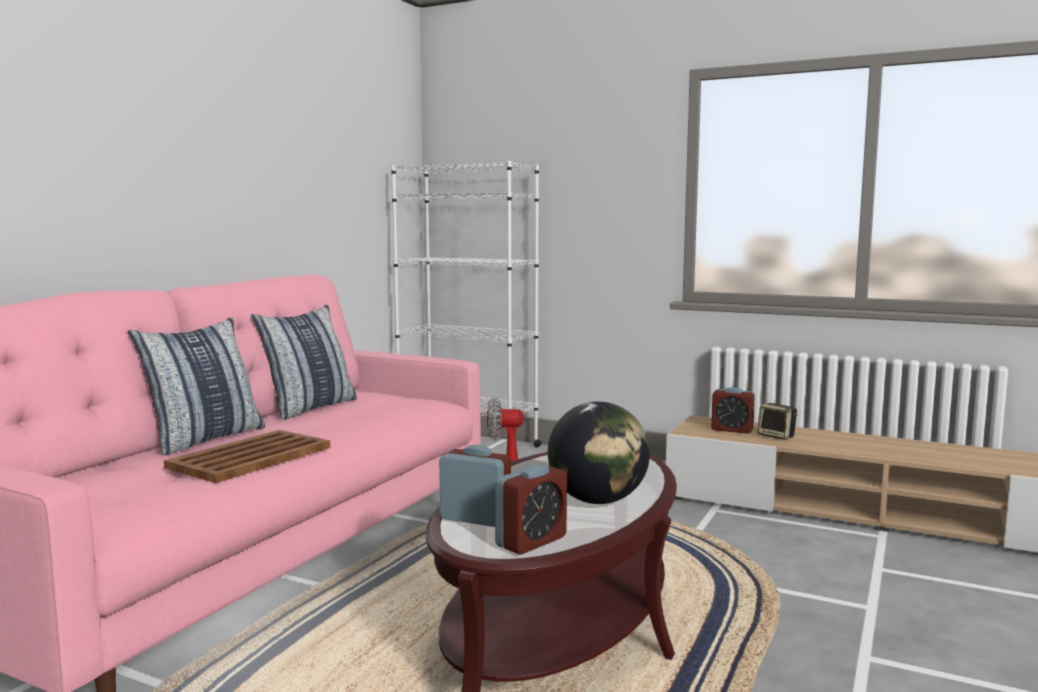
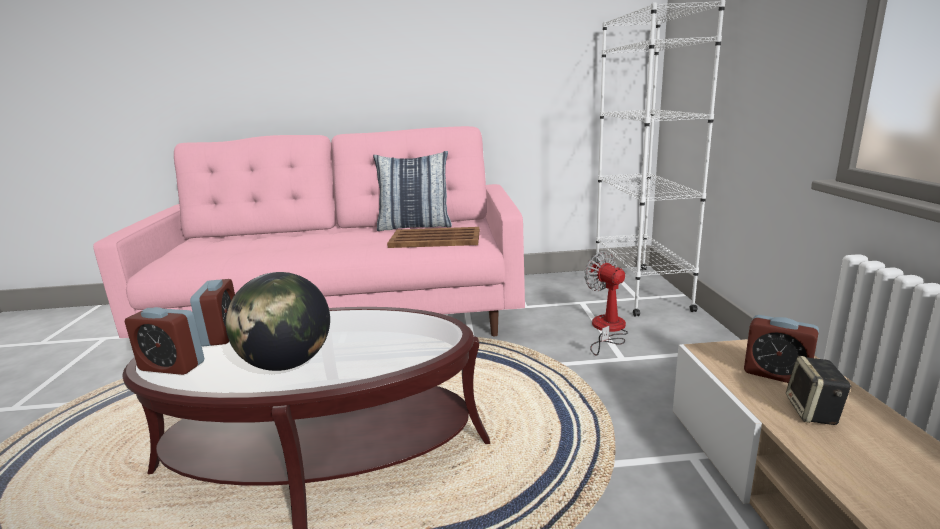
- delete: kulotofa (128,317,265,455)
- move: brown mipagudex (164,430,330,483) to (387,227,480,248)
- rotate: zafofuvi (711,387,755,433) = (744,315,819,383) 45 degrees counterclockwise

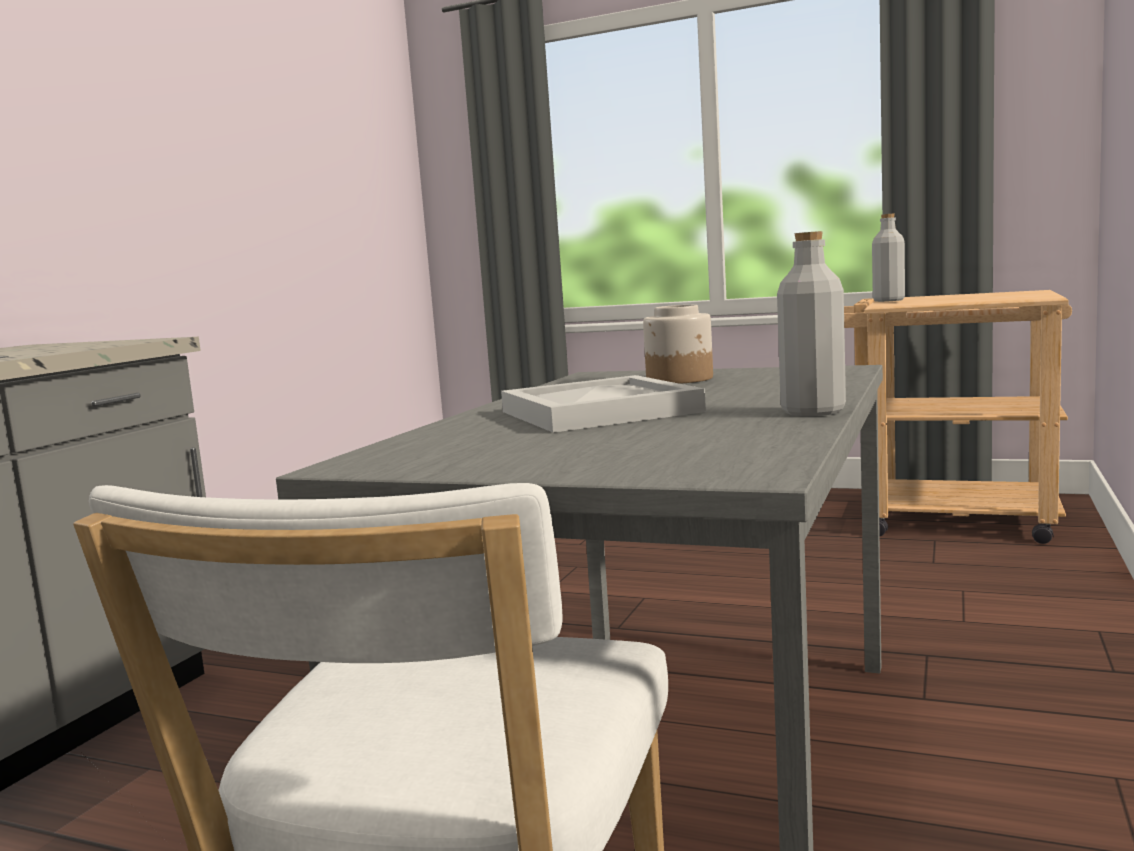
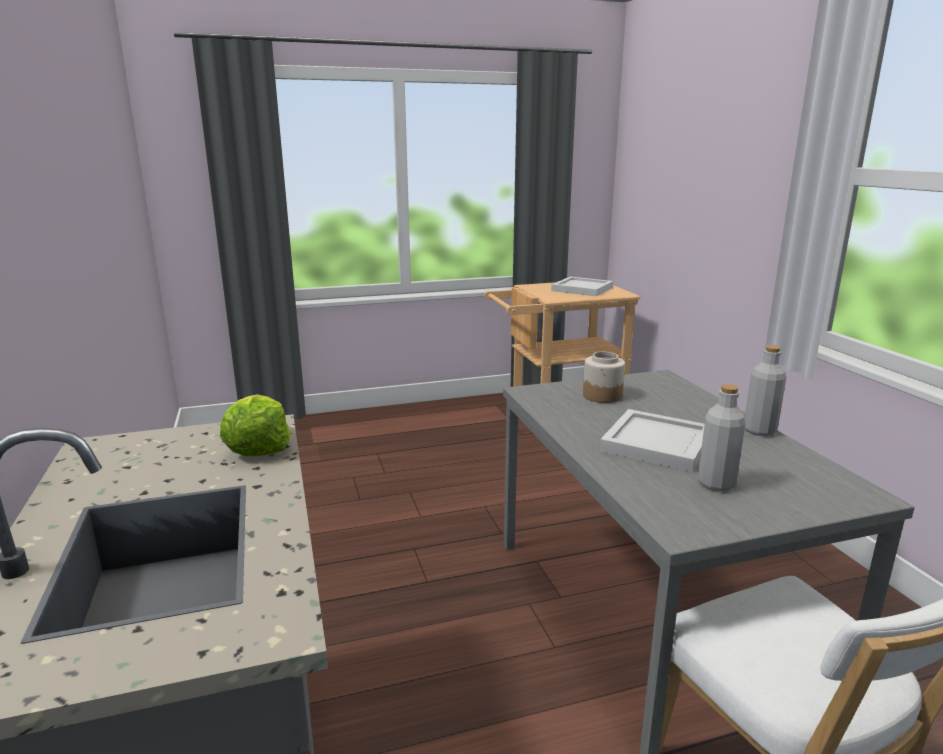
- insert: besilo (220,394,290,456)
- insert: white mipagudex (551,277,613,296)
- move: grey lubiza (872,214,905,302) to (698,384,745,492)

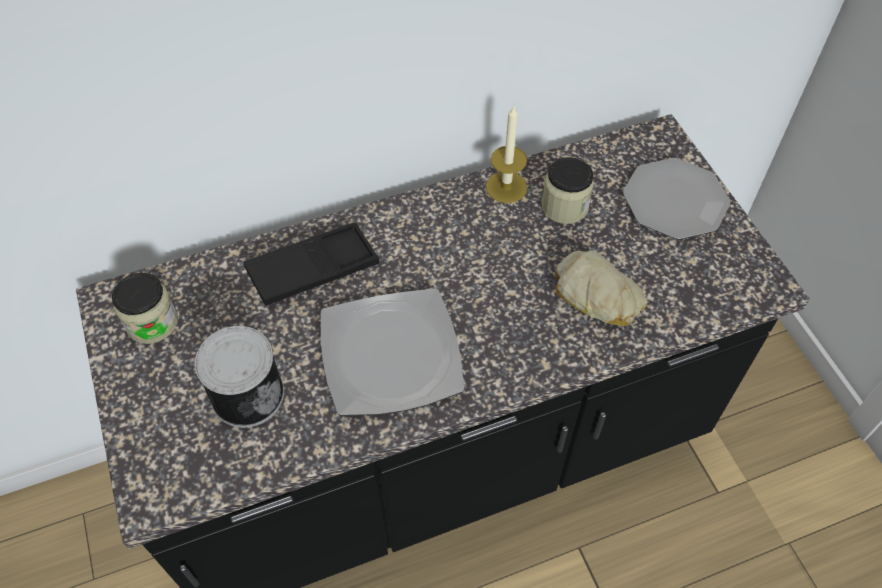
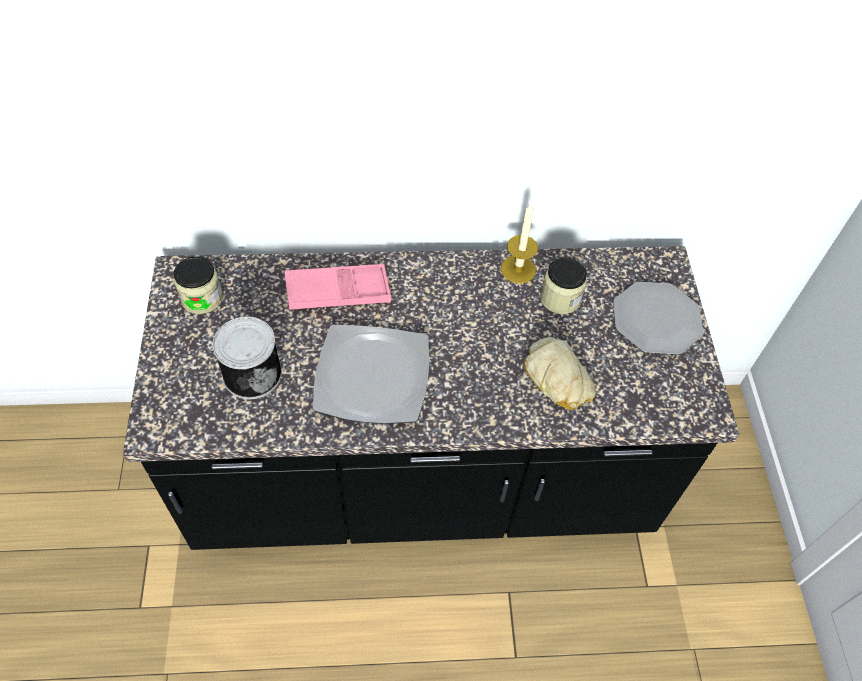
- recolor: black mipagudex (243,222,379,306) to pink mipagudex (284,264,392,310)

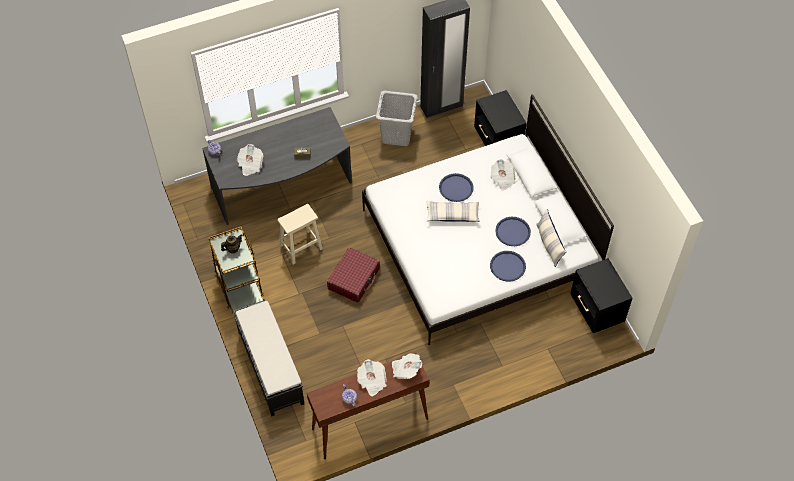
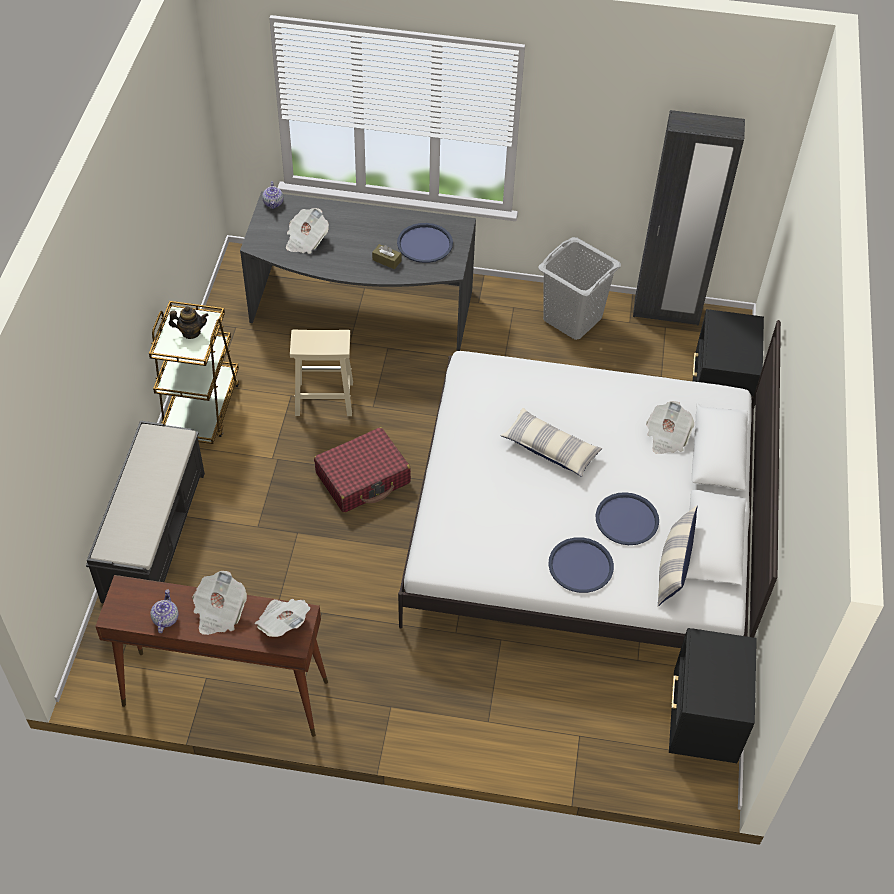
- move: blue mipagudex (439,173,473,202) to (397,223,453,263)

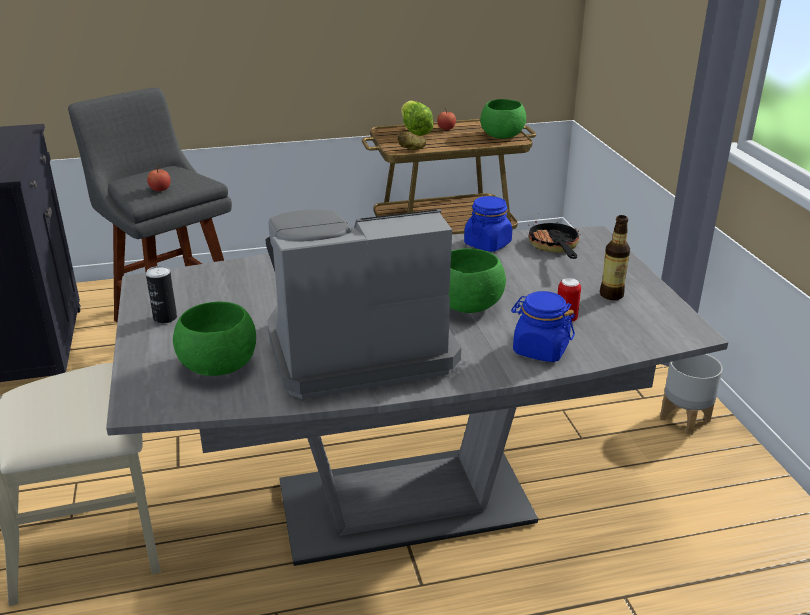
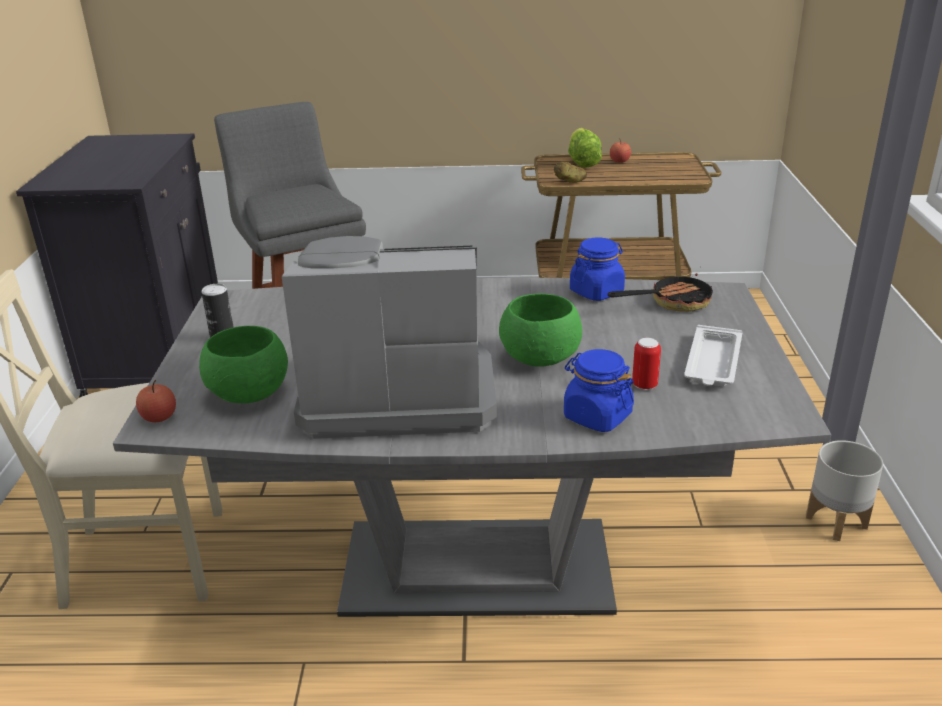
- delete: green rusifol (480,99,526,139)
- move: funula (147,166,171,191) to (136,380,176,422)
- replace: lubiza (600,215,630,300) to white mipagudex (684,325,742,386)
- rotate: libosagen (528,221,579,259) = (608,271,713,312) 60 degrees clockwise

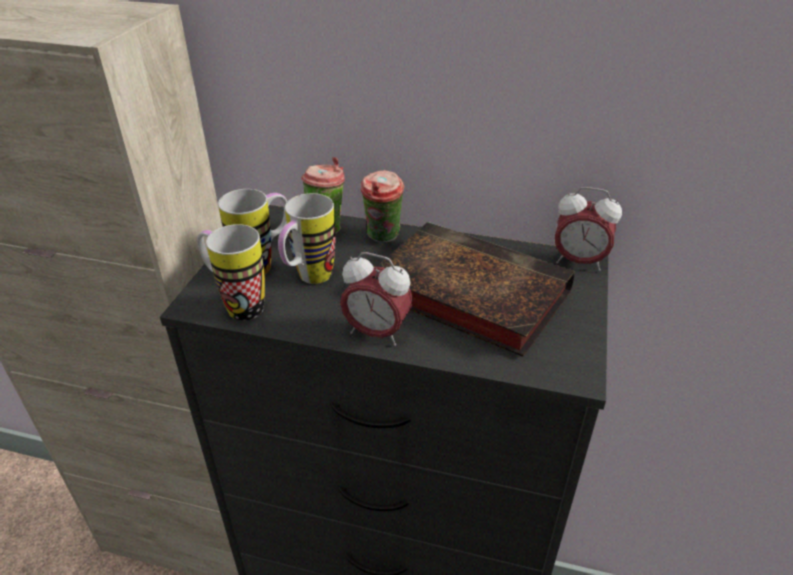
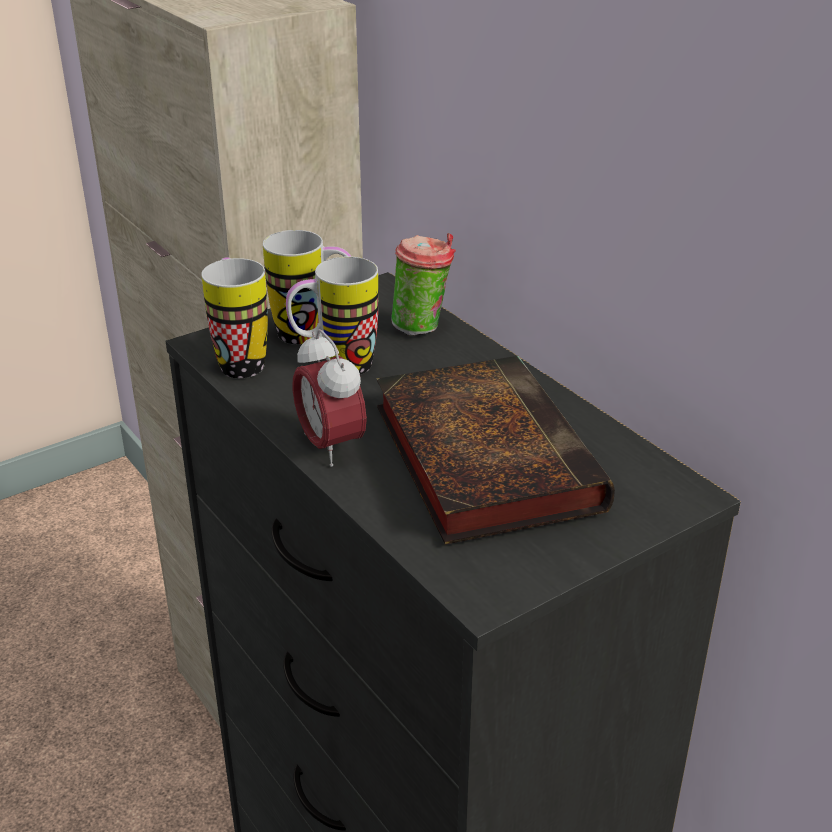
- delete: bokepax (360,170,405,243)
- delete: zafofuvi (555,187,622,271)

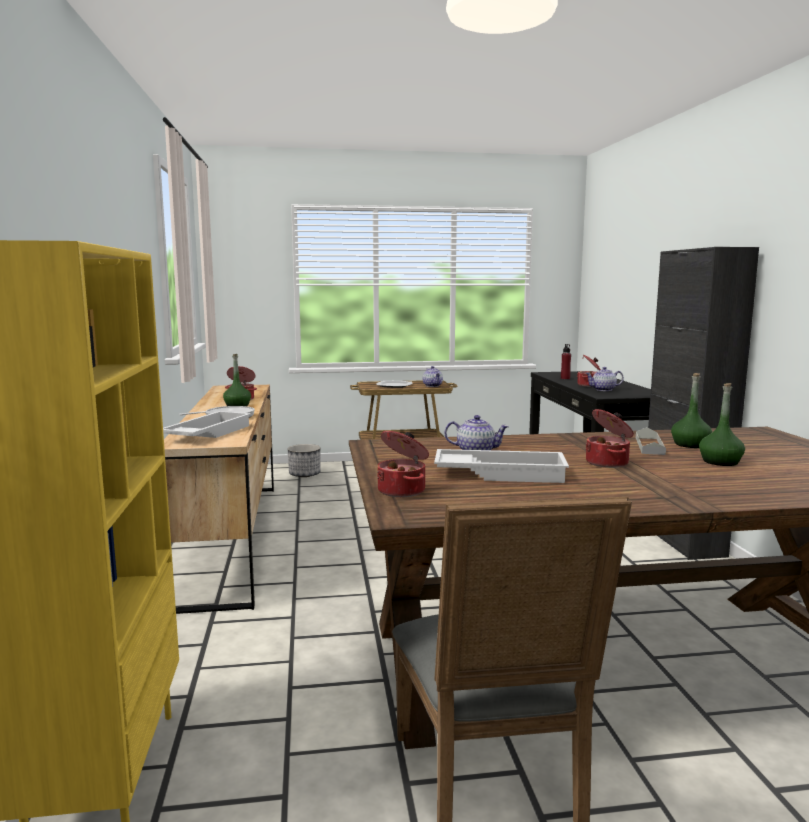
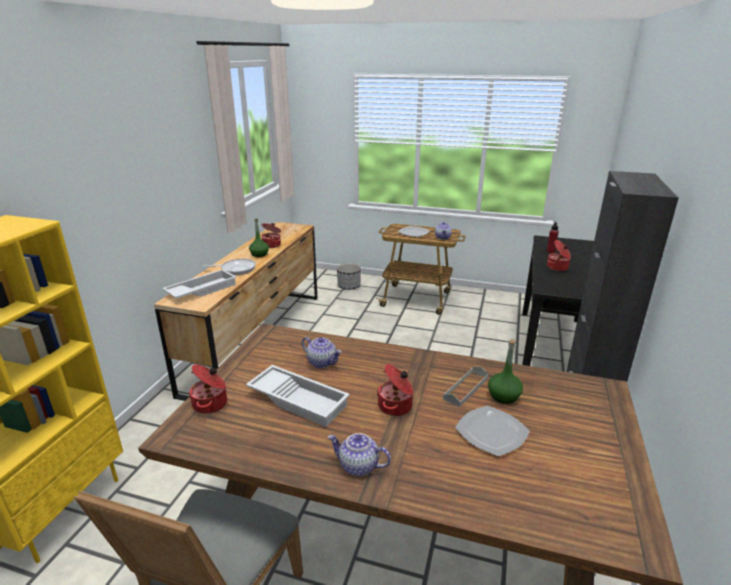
- move: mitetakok (585,367,624,391) to (328,433,391,476)
- replace: green lubiza (699,383,745,466) to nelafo (455,406,530,456)

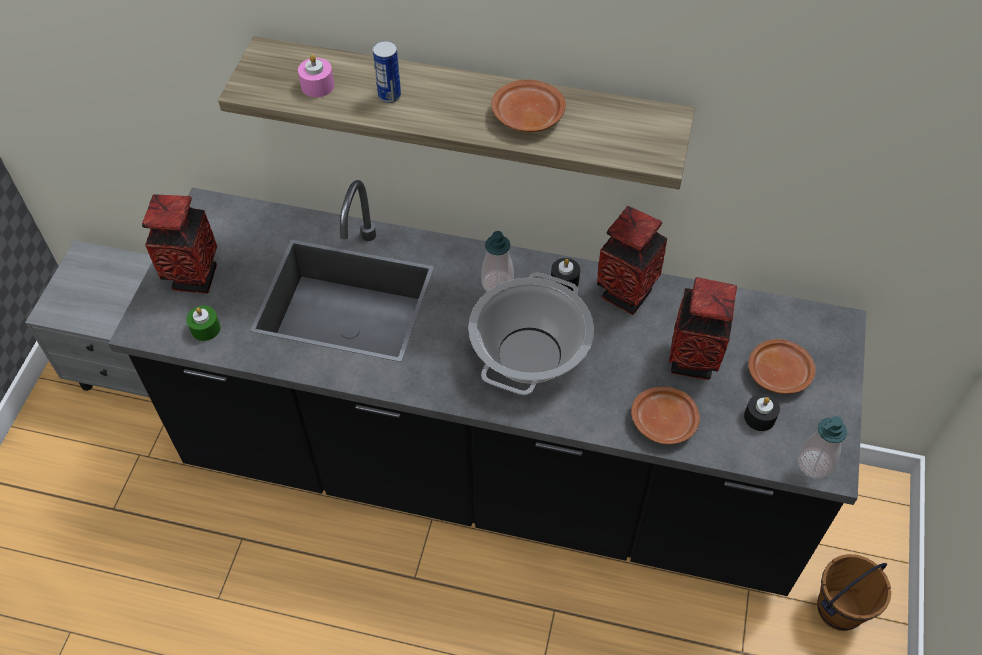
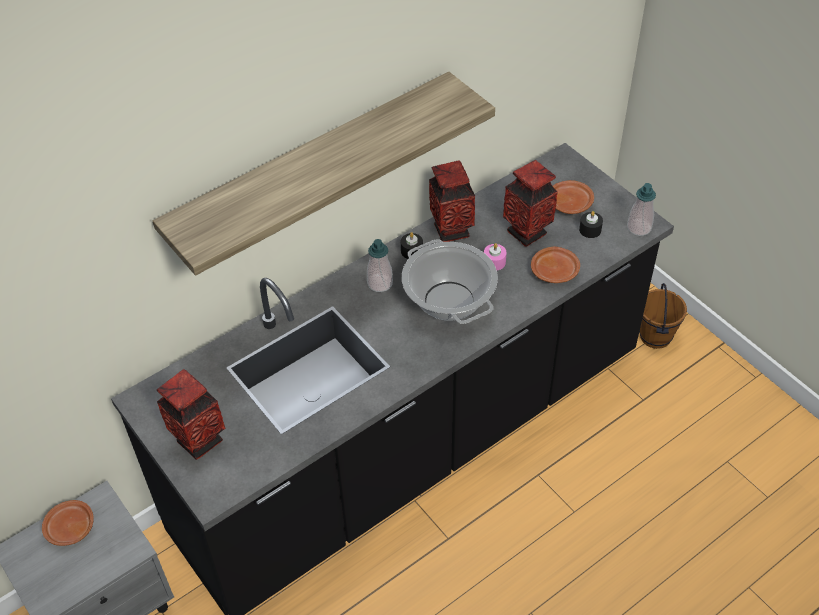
- delete: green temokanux (186,305,221,341)
- delete: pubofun (373,41,401,103)
- move: pink temokanux (298,54,334,97) to (484,243,507,270)
- move: brown nelafo (492,80,566,132) to (42,500,94,546)

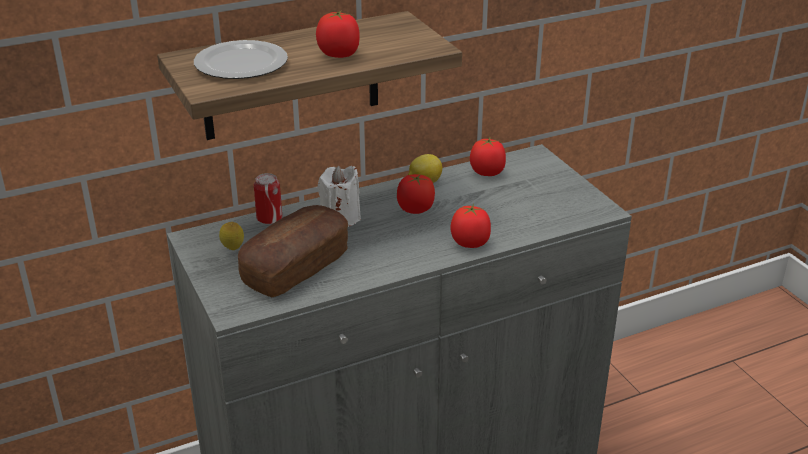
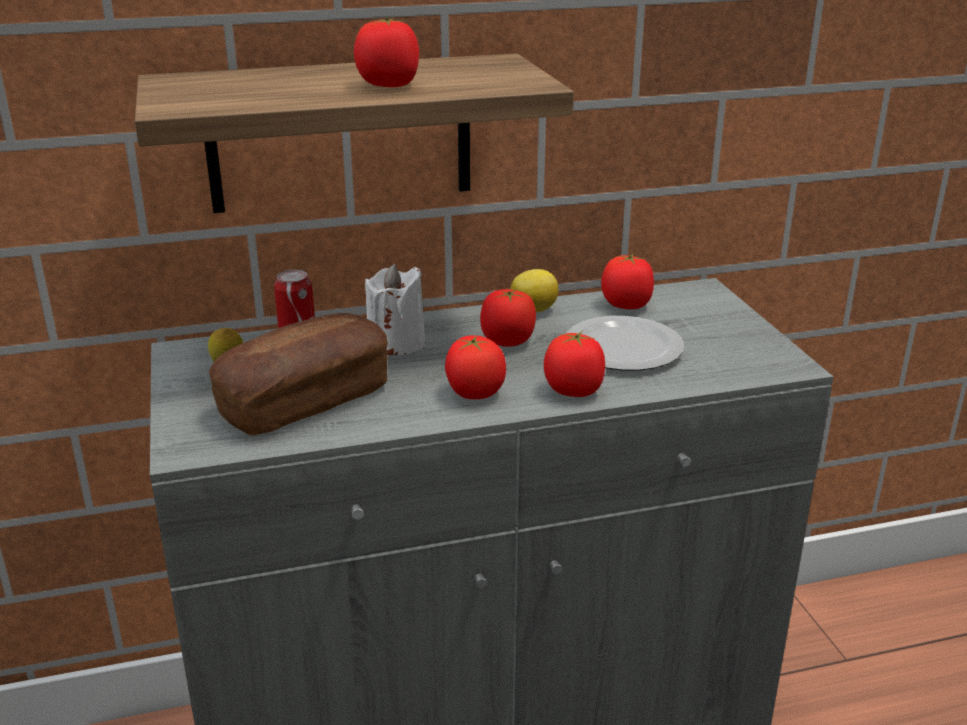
- insert: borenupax (445,335,506,399)
- move: nelafo (194,40,288,79) to (567,316,684,371)

